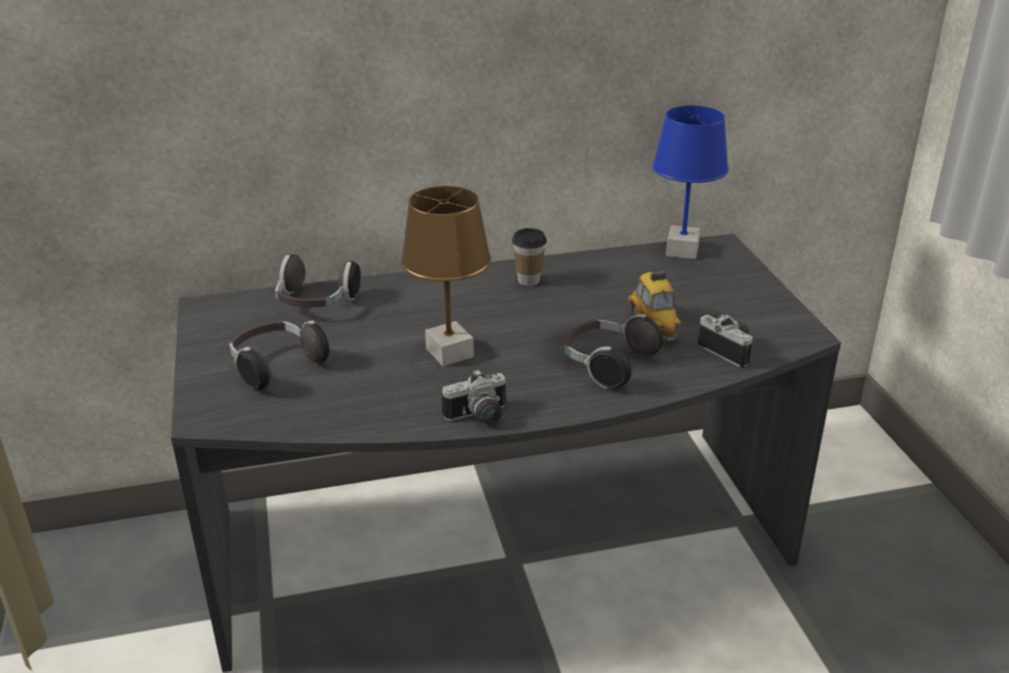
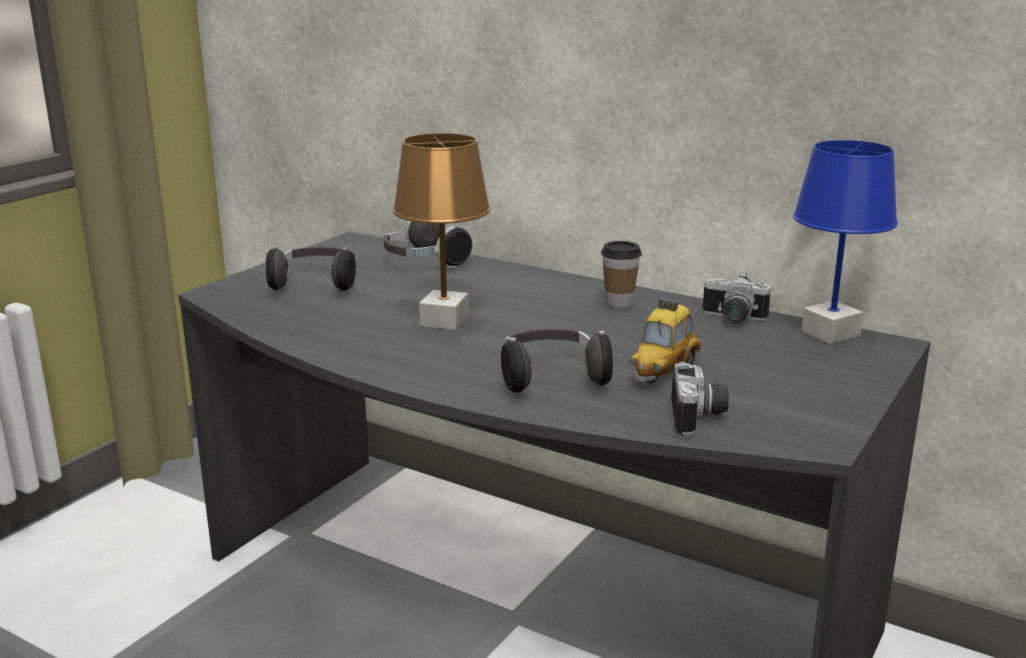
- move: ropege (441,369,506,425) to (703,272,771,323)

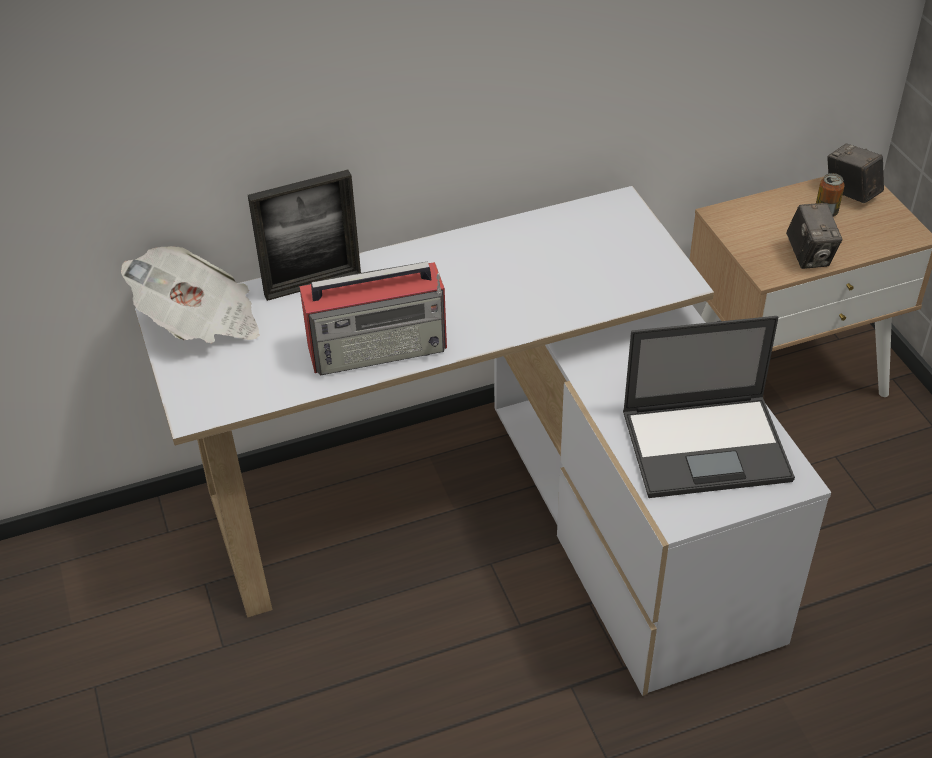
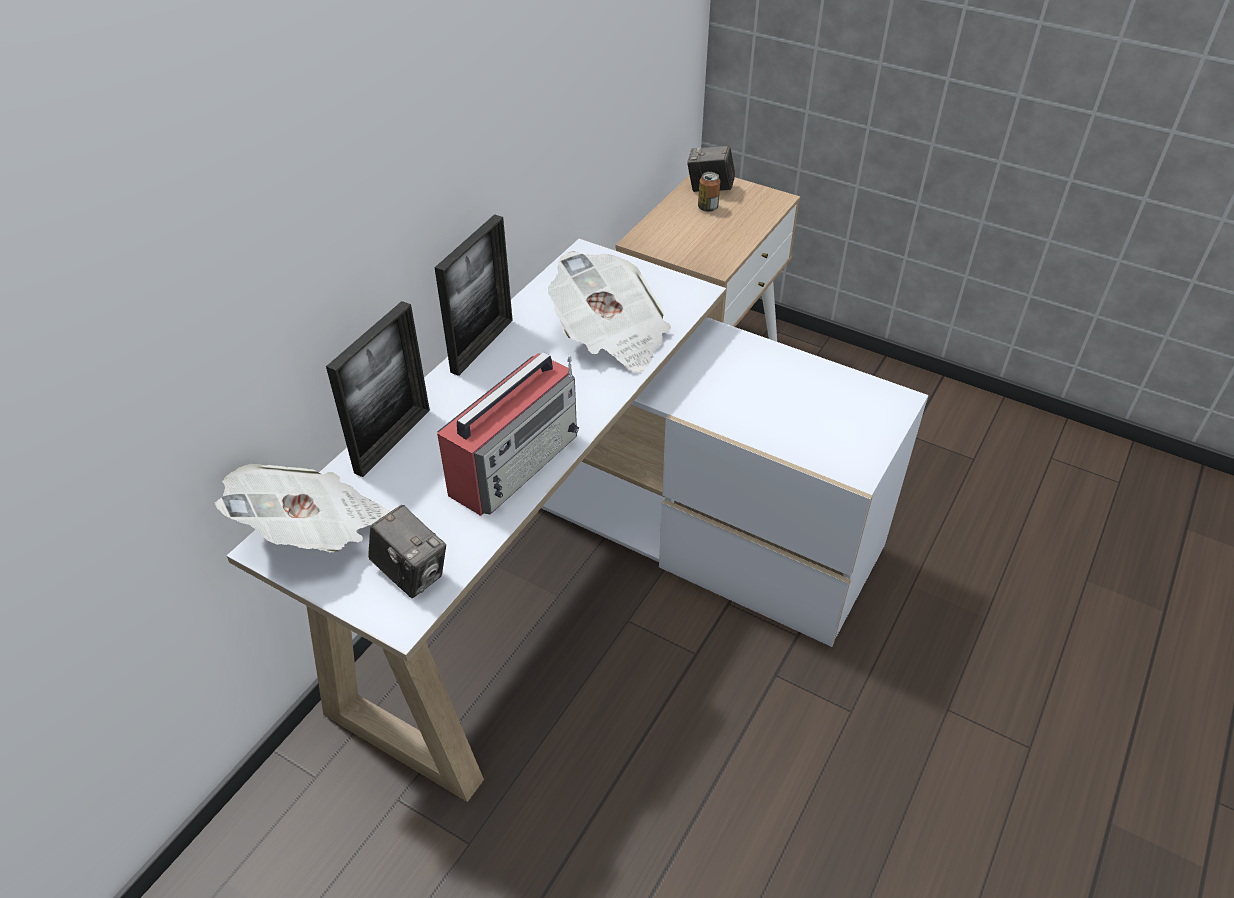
- delete: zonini (623,316,795,498)
- insert: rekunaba (434,214,513,376)
- insert: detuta (548,251,671,372)
- move: ropege (786,203,843,269) to (368,505,446,598)

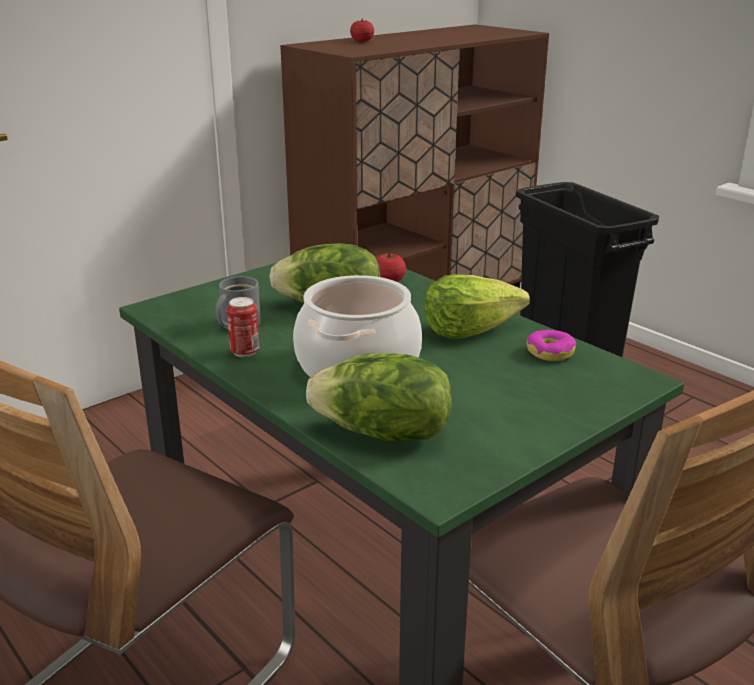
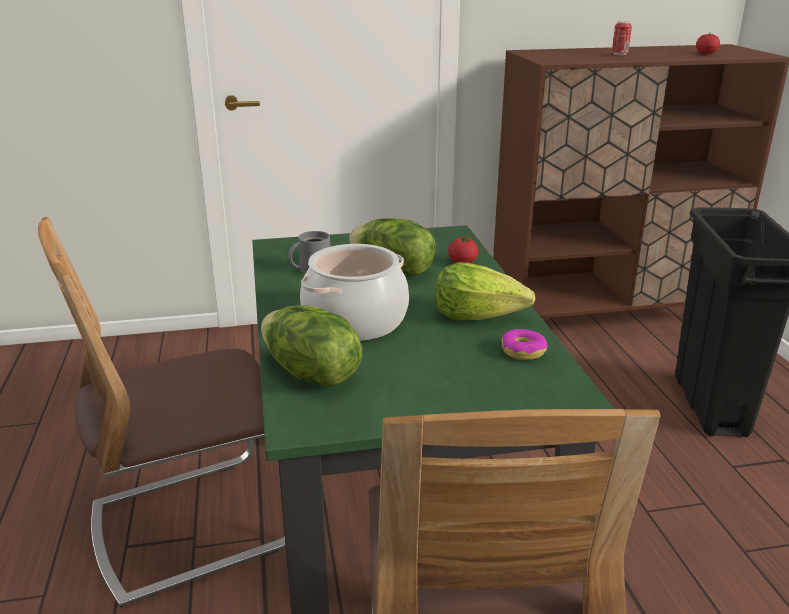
- move: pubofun (227,297,260,357) to (612,21,632,55)
- move: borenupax (350,18,374,42) to (696,32,720,54)

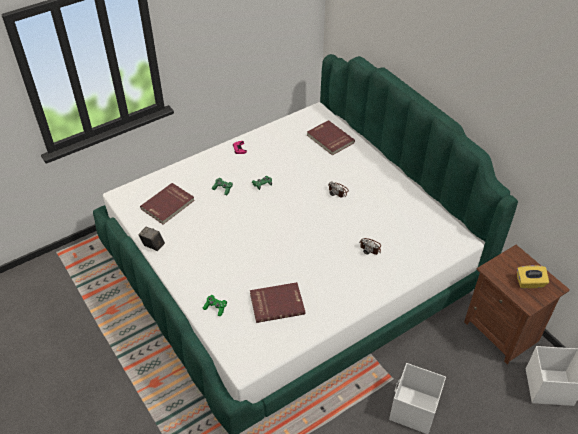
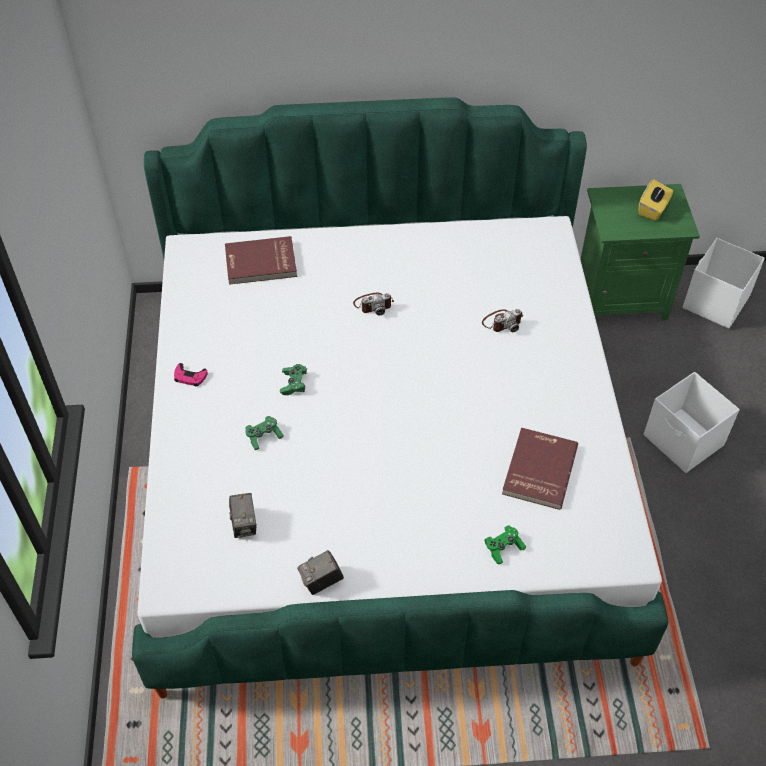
- replace: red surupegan (140,183,195,224) to ropege (229,493,256,538)
- recolor: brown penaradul (464,245,570,365) to green penaradul (580,184,700,321)

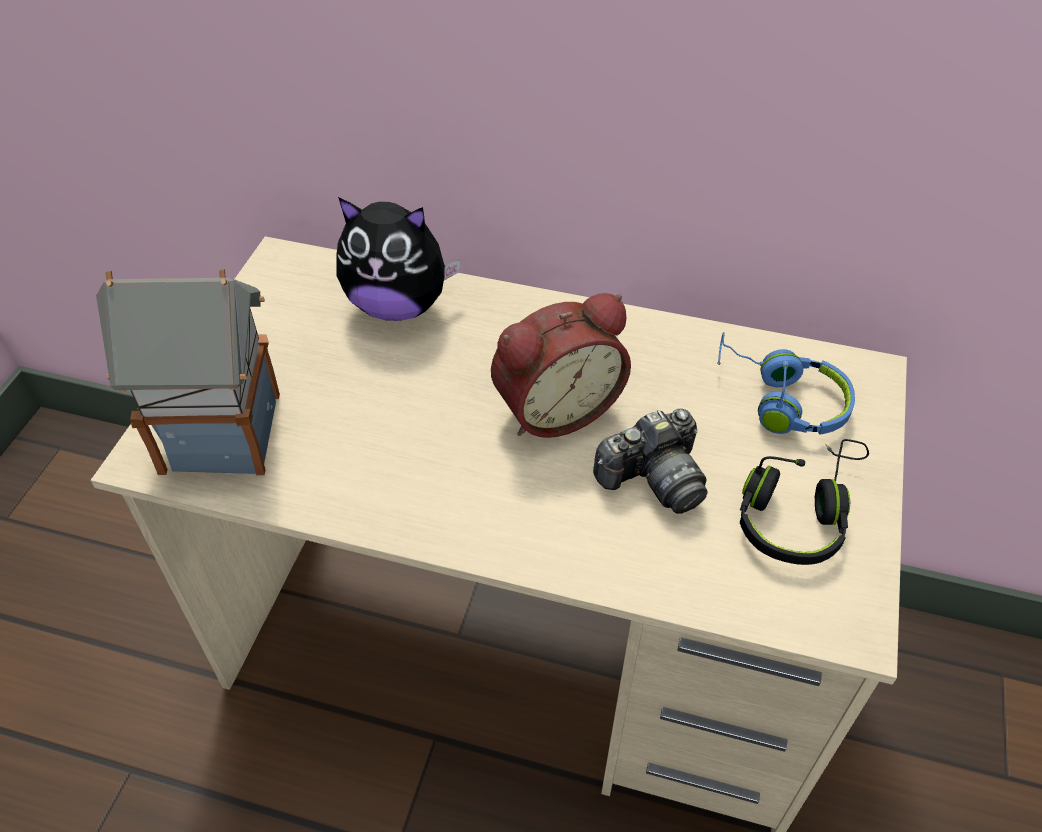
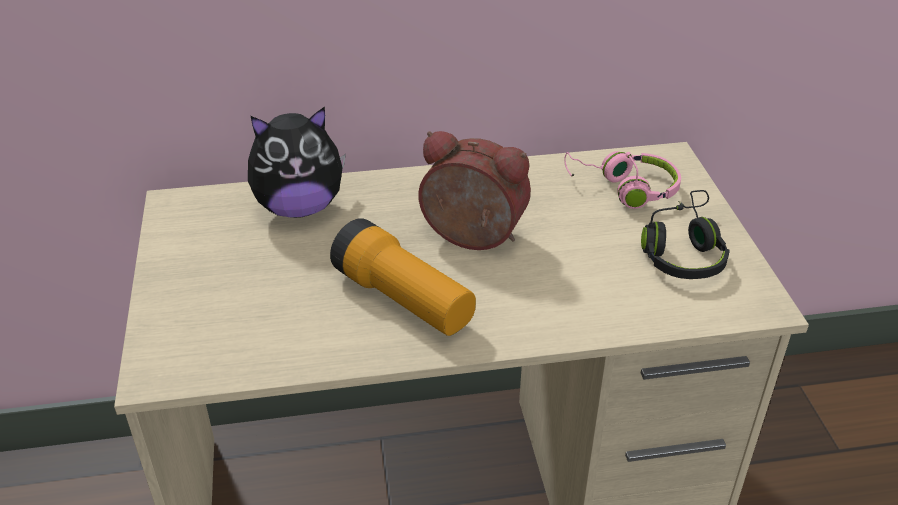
- delete: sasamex (96,269,280,475)
- delete: ropege (593,409,707,514)
- insert: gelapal (330,218,476,336)
- recolor: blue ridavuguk (717,332,855,435) to pink ridavuguk (564,151,681,209)
- rotate: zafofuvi (491,293,631,438) = (418,131,531,250) 105 degrees counterclockwise

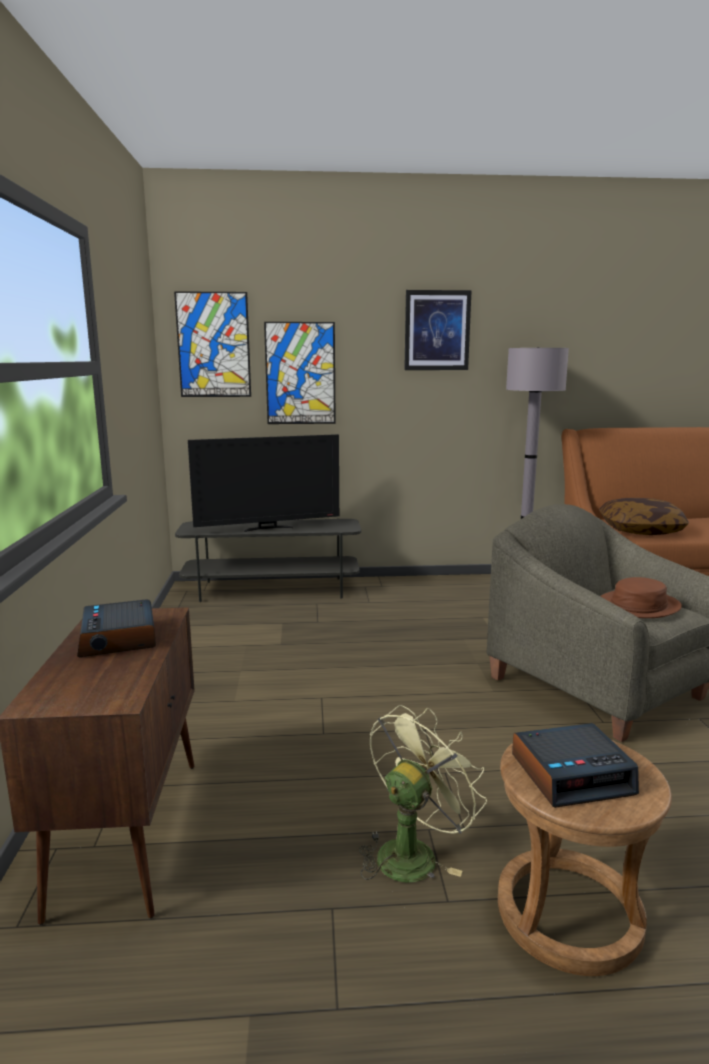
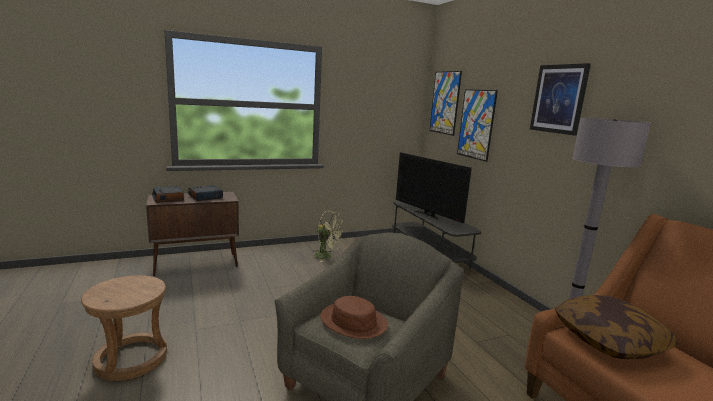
- move: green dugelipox (359,705,487,882) to (312,211,343,262)
- move: zafofuvi (512,723,639,808) to (152,186,184,203)

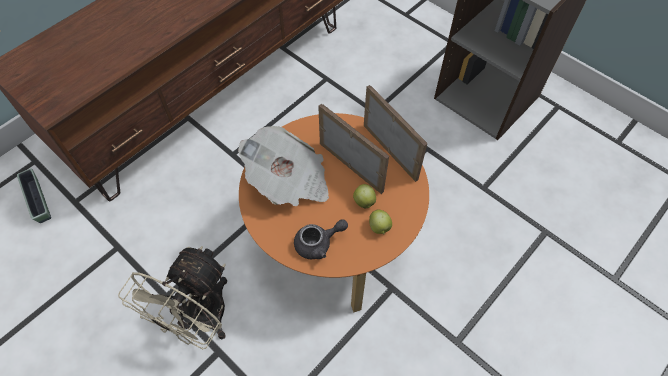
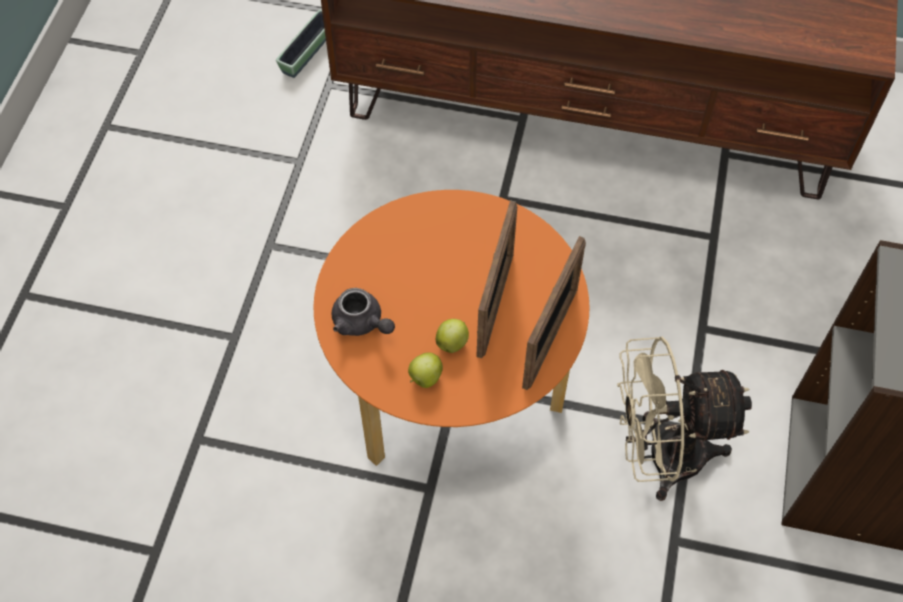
- delete: detuta (238,126,329,206)
- move: beige dugelipox (118,246,227,349) to (617,336,752,501)

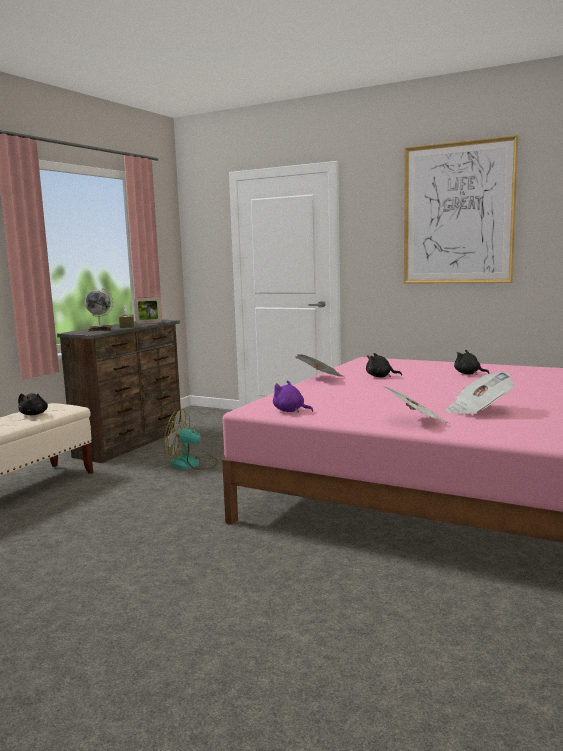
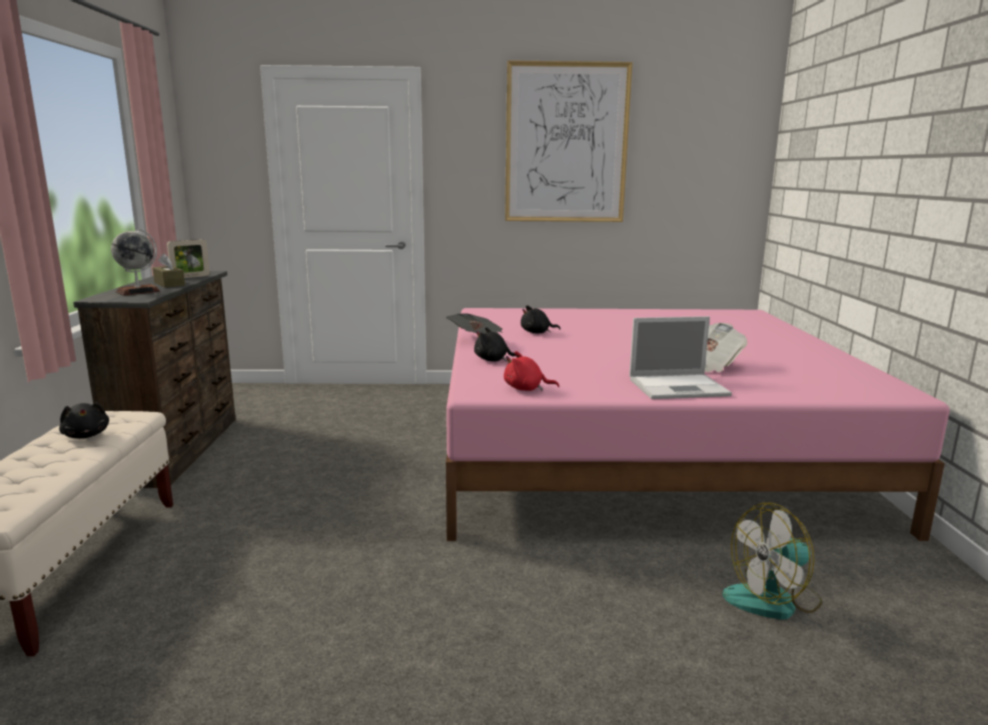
- move: dugelipox (164,409,218,470) to (722,503,822,619)
- move: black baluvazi (454,350,490,375) to (474,327,516,362)
- replace: detuta (382,386,449,423) to zonini (629,316,732,399)
- recolor: purple baluvazi (273,380,313,413) to red baluvazi (504,351,559,391)

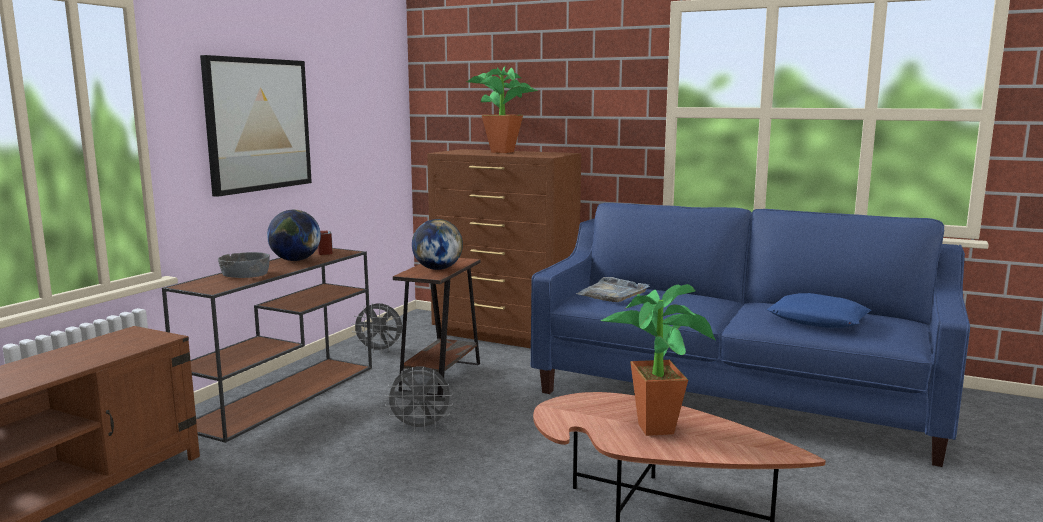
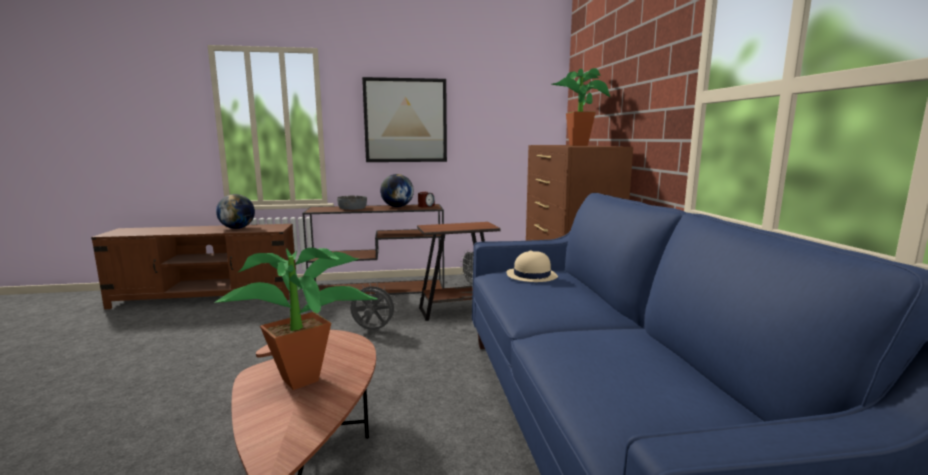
- delete: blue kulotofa (767,293,871,328)
- move: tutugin (412,219,463,270) to (216,194,255,229)
- replace: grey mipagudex (576,277,650,302) to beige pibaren (507,250,558,282)
- rotate: grey dugelipox (385,367,453,432) = (350,283,398,330) 135 degrees clockwise

